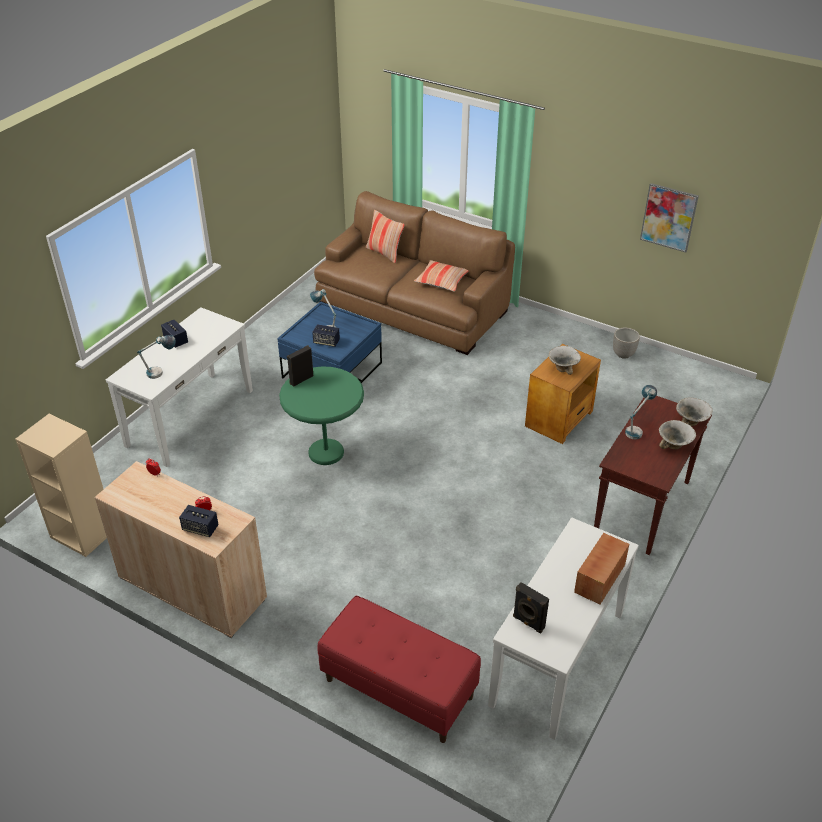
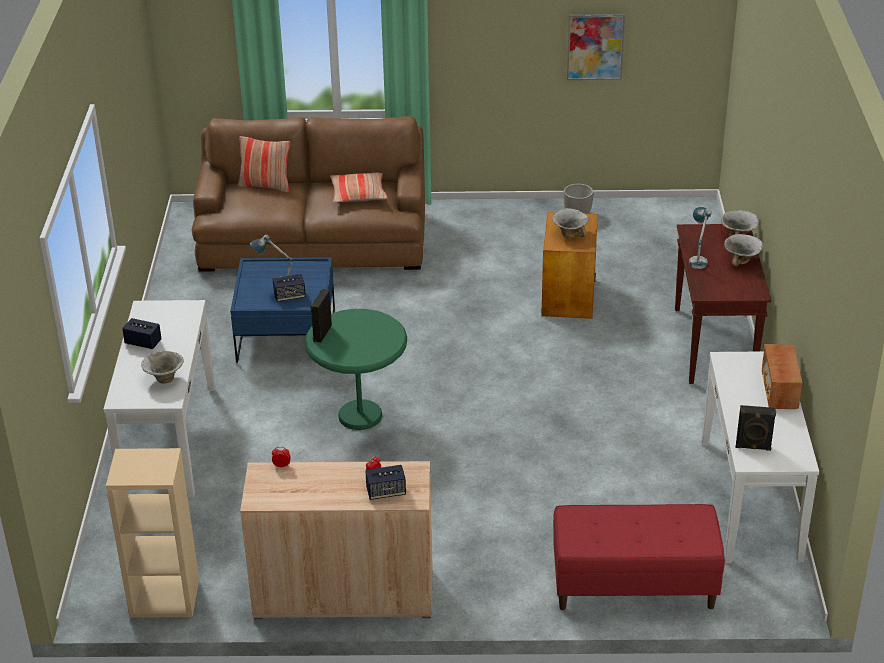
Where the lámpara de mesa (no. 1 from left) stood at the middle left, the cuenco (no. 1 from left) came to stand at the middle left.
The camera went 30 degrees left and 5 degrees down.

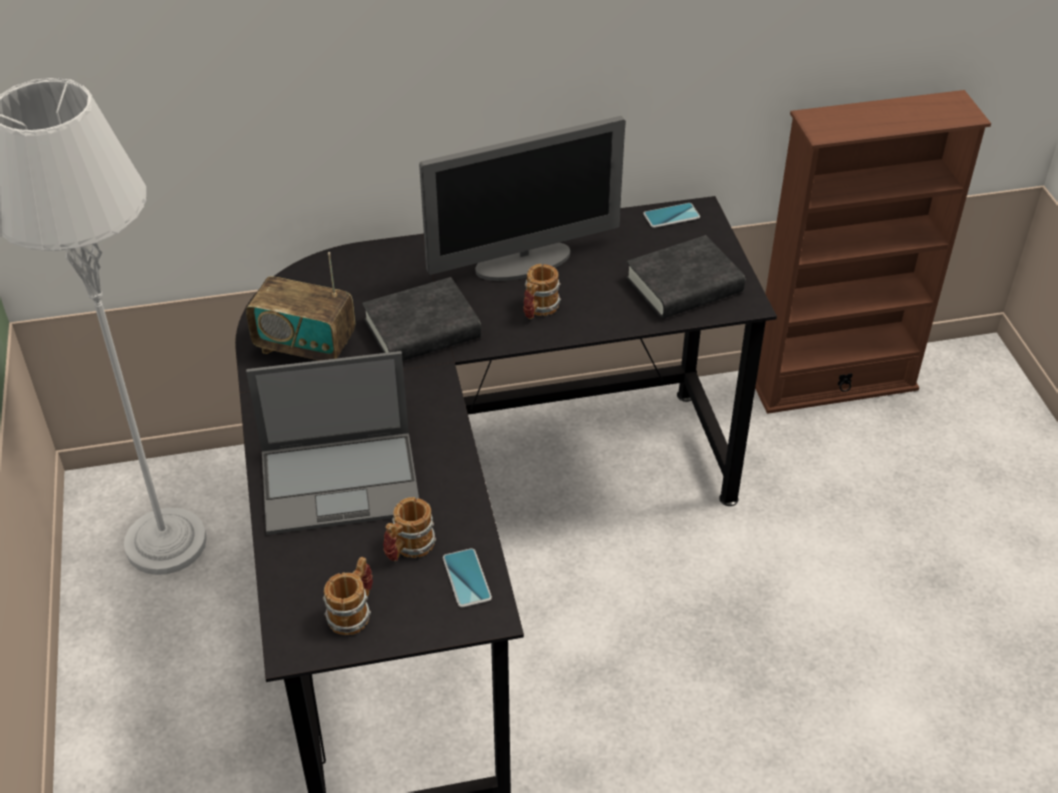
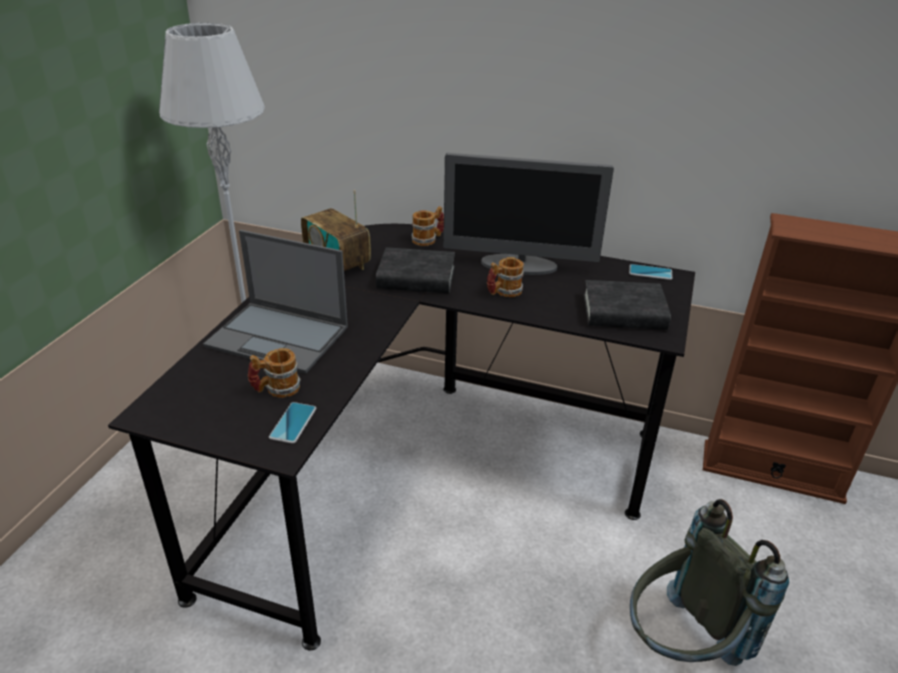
The second view gained the mochila [gris] at the bottom right.
The taza grande (no. 1 from left in the first image) ended up elsewhere, having gone from the bottom left to the centre.
The camera went 30 degrees right and 10 degrees down.

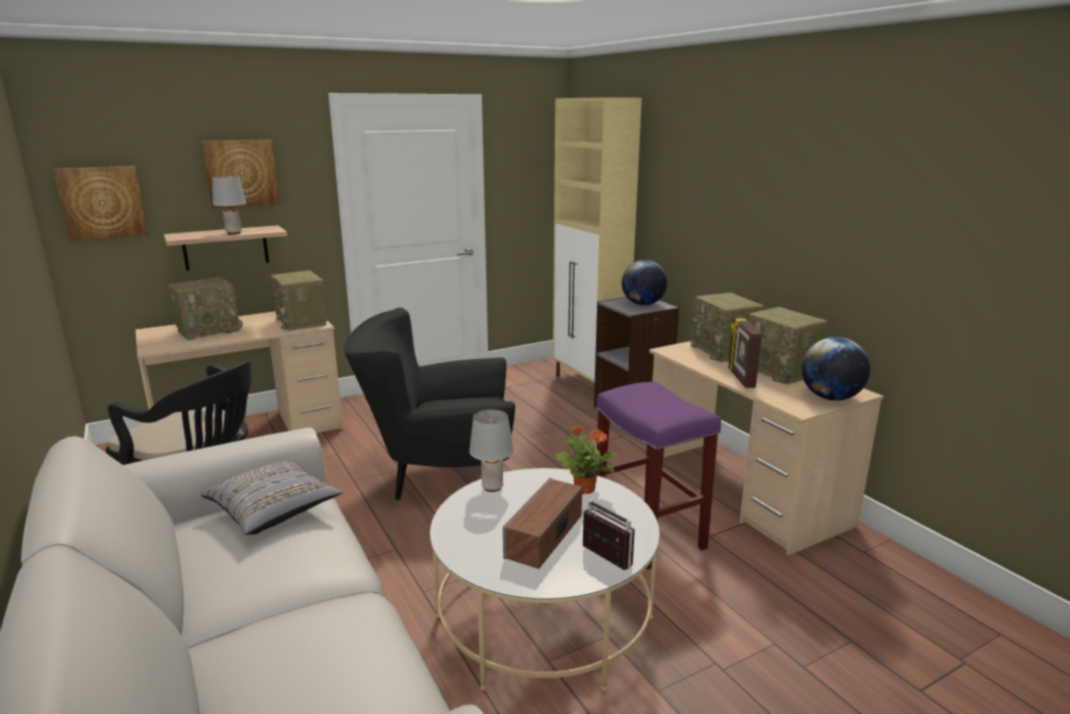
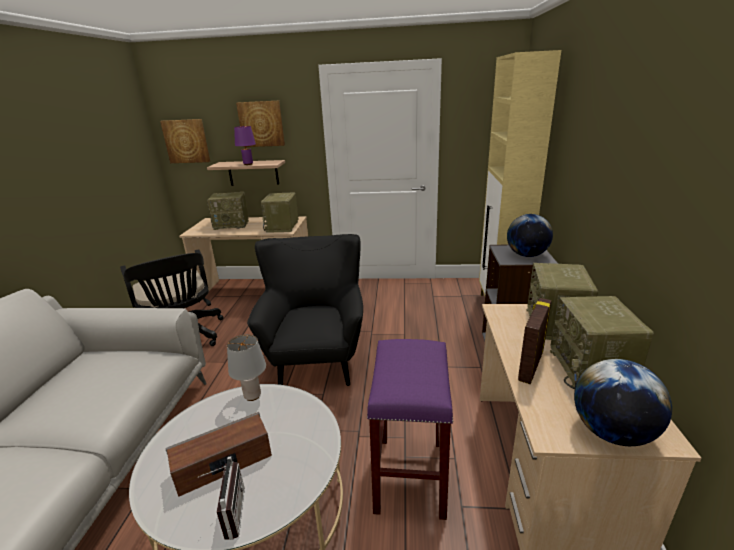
The second view lost the cojín [gris] at the bottom left.
The second view lost the planta en maceta at the centre.
What was the lámpara de mesa [gris] (no. 1 from left) at the top left turned into the lámpara de mesa [morado] at the top centre.
The sillón [negro] at the centre ended up facing another way, 60 degrees clockwise from before.
The camera went 35 degrees right and 5 degrees up.

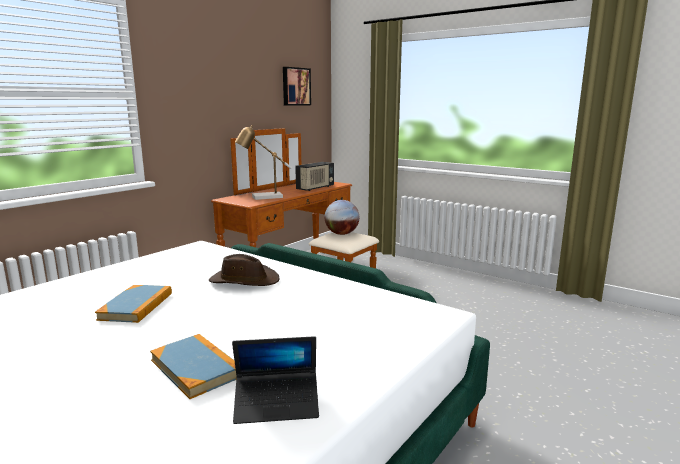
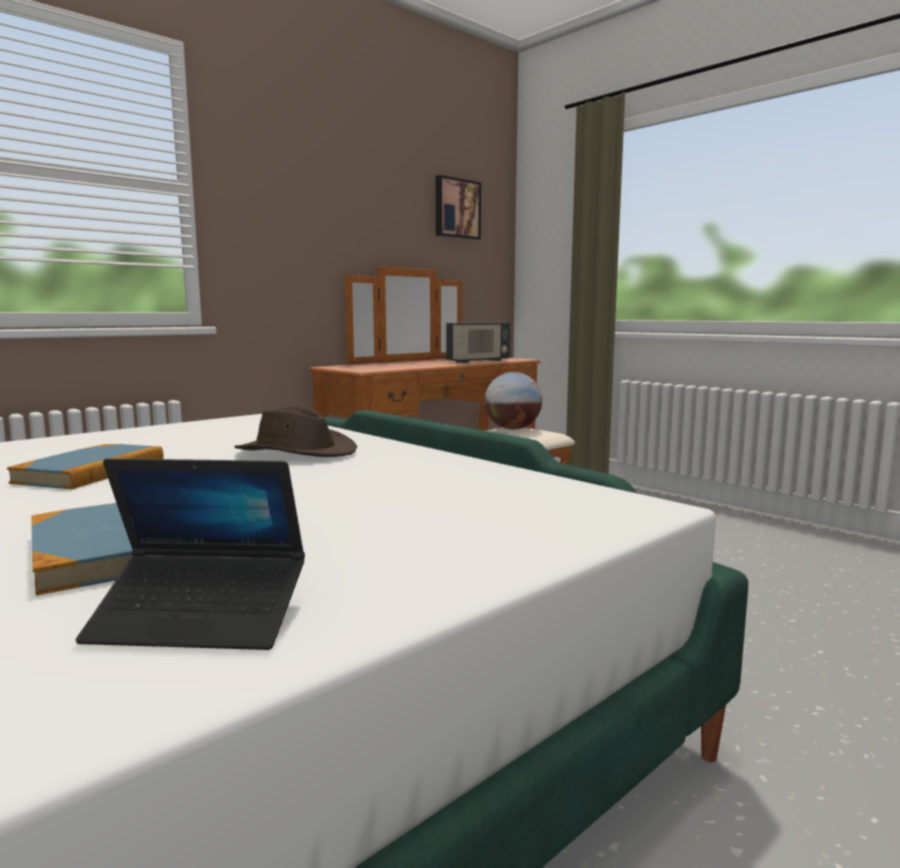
The second view lost the lámpara de mesa at the centre.
The camera went 10 degrees right and 5 degrees down.

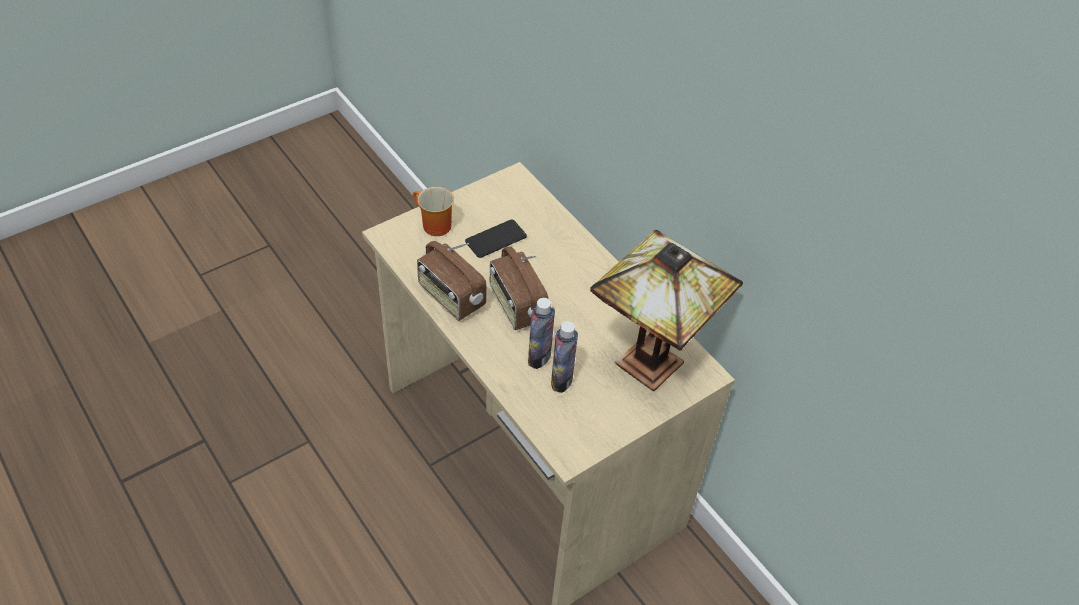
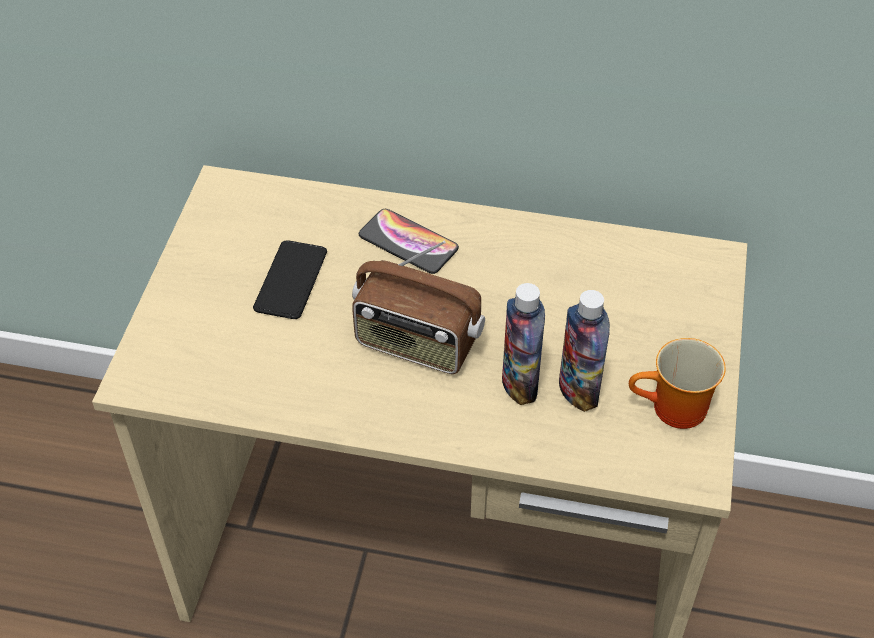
The second view lost the radio (no. 1 from left) at the centre.
The second view lost the lámpara de mesa at the centre.
The second view gained the móvil (no. 2 from left) at the centre.
The taza grande ended up elsewhere, having gone from the centre to the middle right.
The camera went 40 degrees left and 0 degrees up.

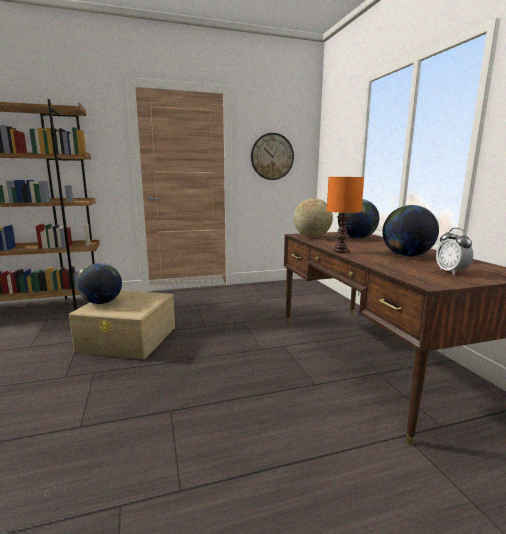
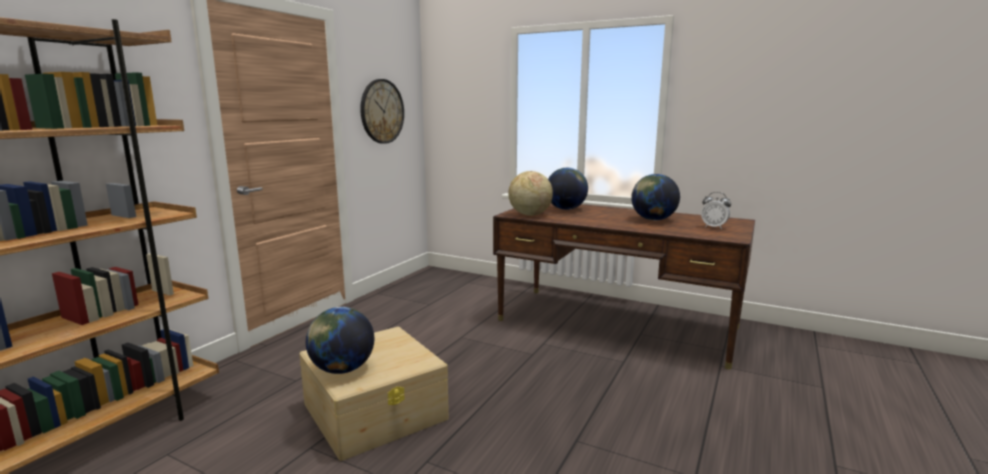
The second view lost the lámpara de mesa [naranja] at the middle right.
The camera went 45 degrees left and 0 degrees up.

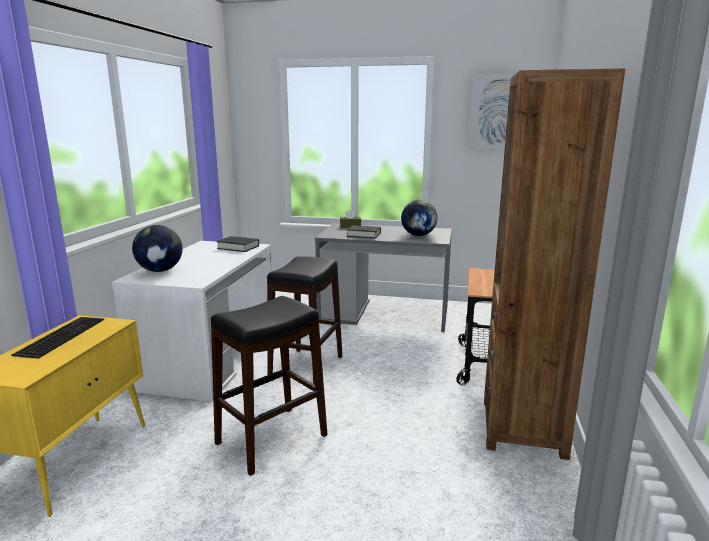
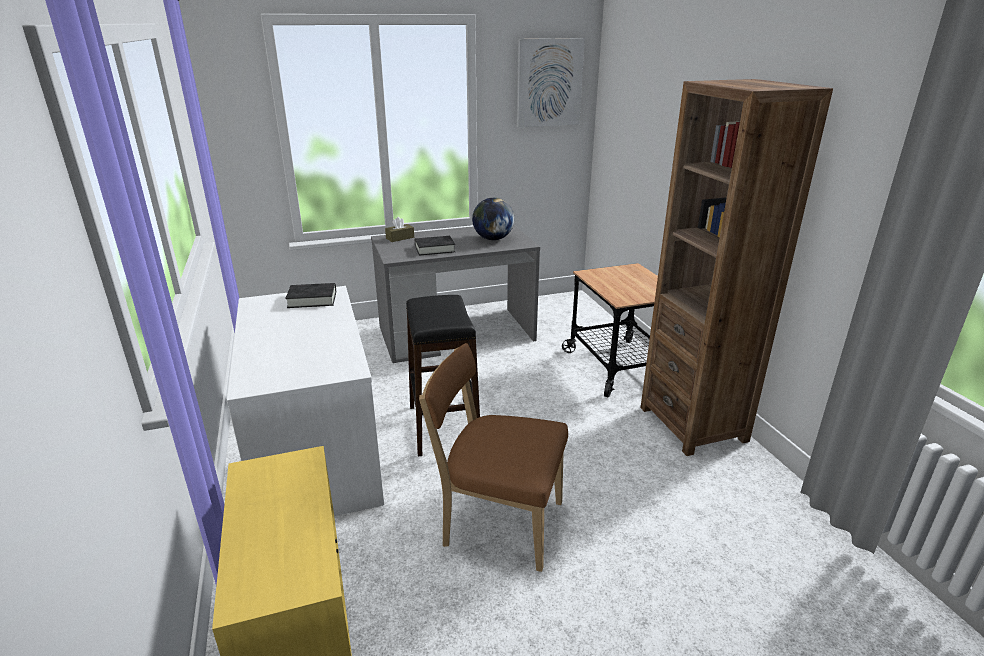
The second view lost the teclado at the middle left.
The second view lost the globo terráqueo (no. 1 from left) at the middle left.
Where the taburete [negro] (no. 1 from left) stood at the bottom centre, the silla [marrón] came to stand at the bottom centre.
The camera went 30 degrees left and 10 degrees up.

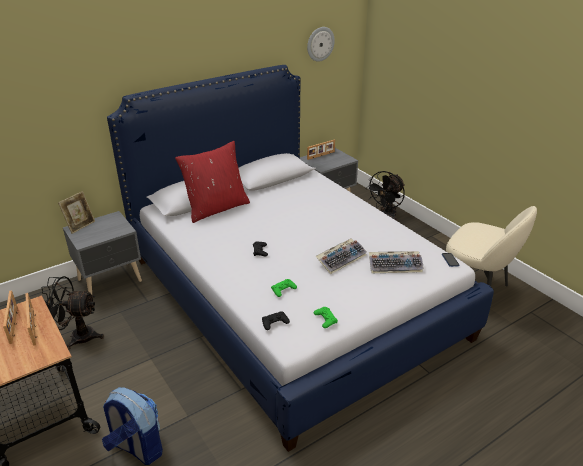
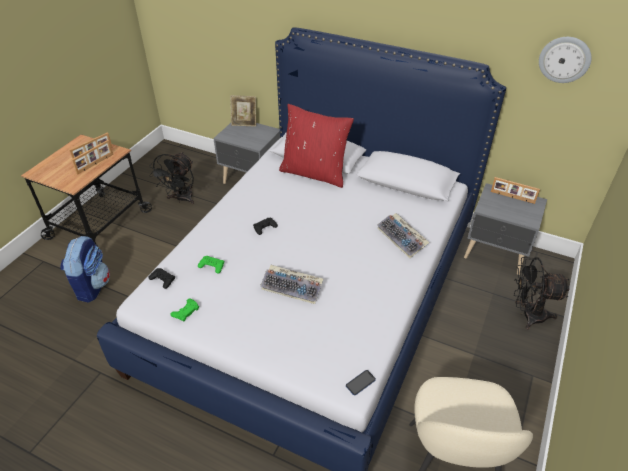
The teclado (no. 2 from left) ended up elsewhere, having gone from the middle right to the centre.
The ventilador [negro] (no. 1 from left) at the bottom left ended up facing another way, 135 degrees counterclockwise from before.
The camera went 60 degrees right and 10 degrees up.

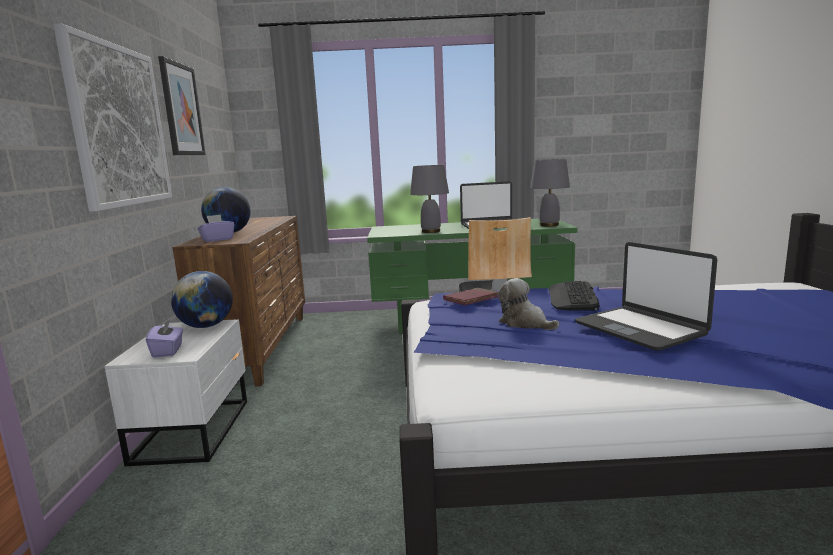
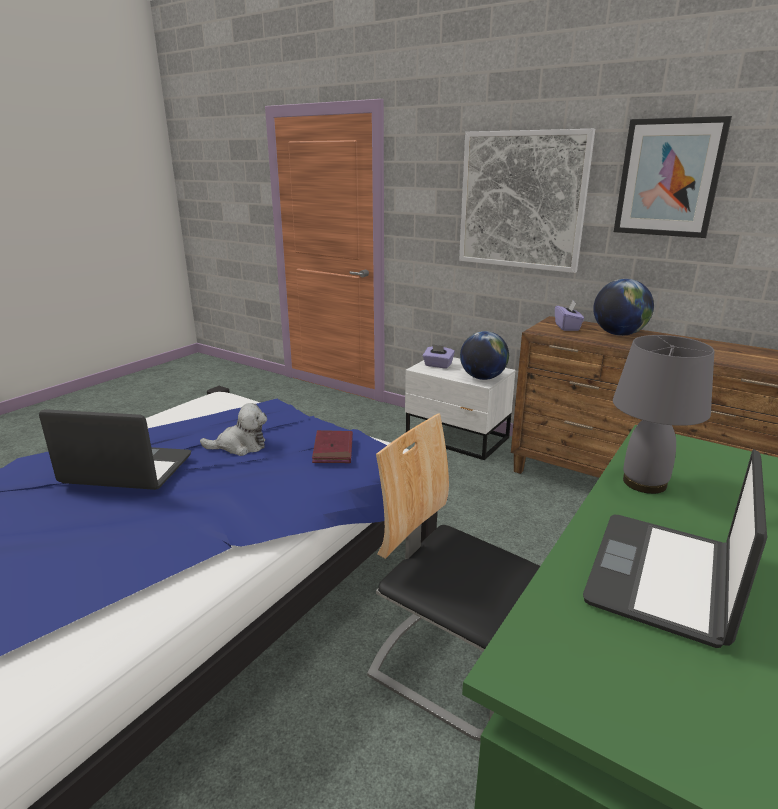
The second view lost the lámpara de mesa [gris] (no. 2 from left) at the centre.
The second view lost the teclado at the middle right.
The camera went 125 degrees right and 10 degrees up.

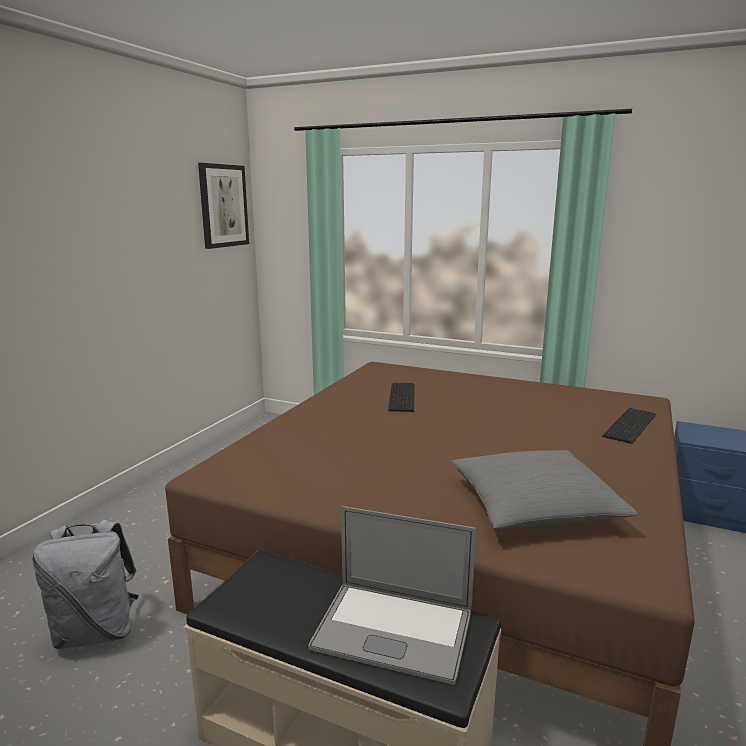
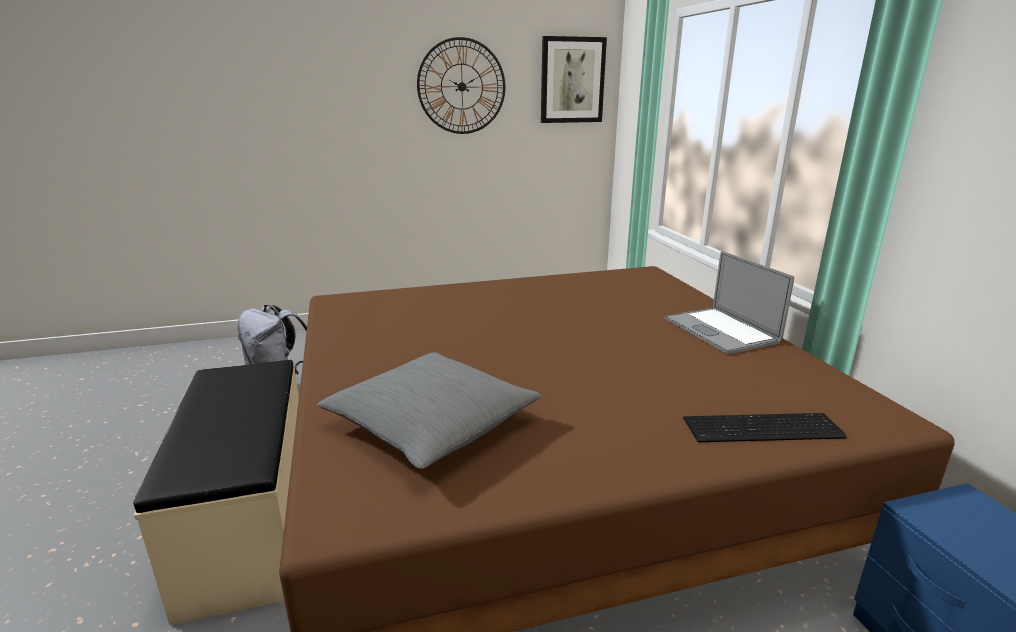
The second view lost the teclado (no. 1 from left) at the centre.
The second view gained the reloj de pared at the top centre.
The portátil ended up elsewhere, having gone from the bottom centre to the middle right.
The camera went 50 degrees right and 5 degrees up.

